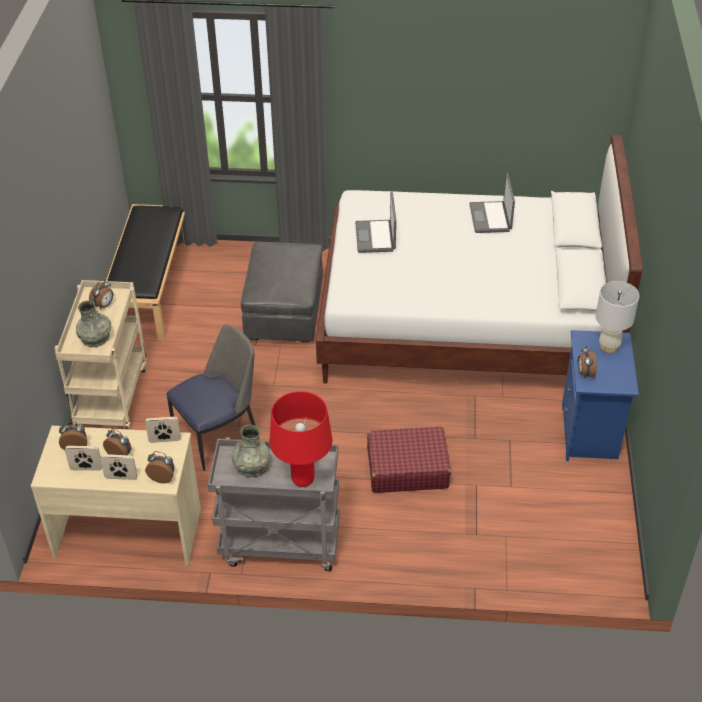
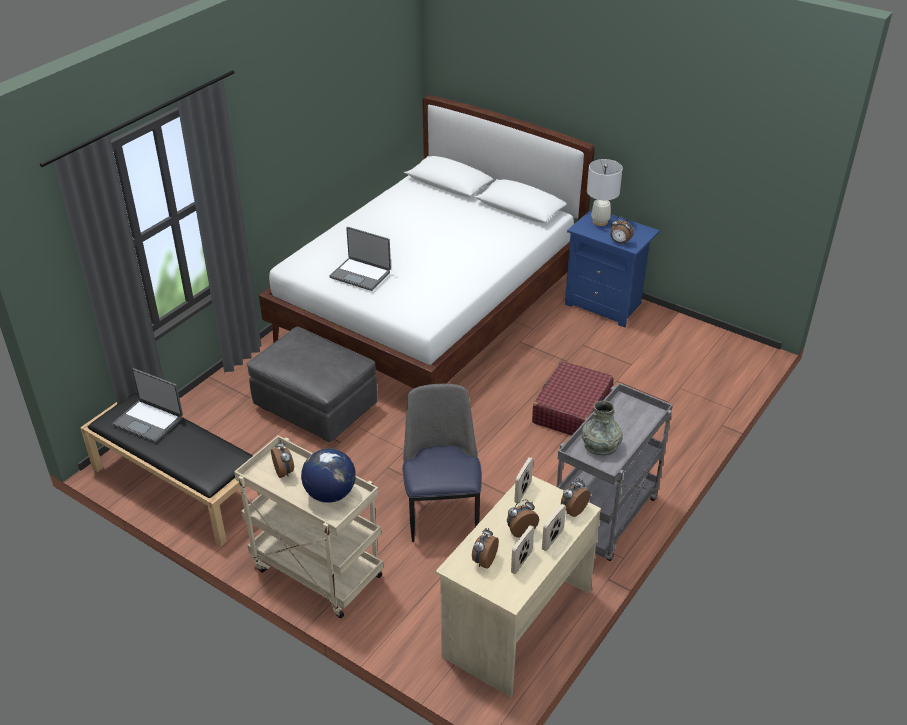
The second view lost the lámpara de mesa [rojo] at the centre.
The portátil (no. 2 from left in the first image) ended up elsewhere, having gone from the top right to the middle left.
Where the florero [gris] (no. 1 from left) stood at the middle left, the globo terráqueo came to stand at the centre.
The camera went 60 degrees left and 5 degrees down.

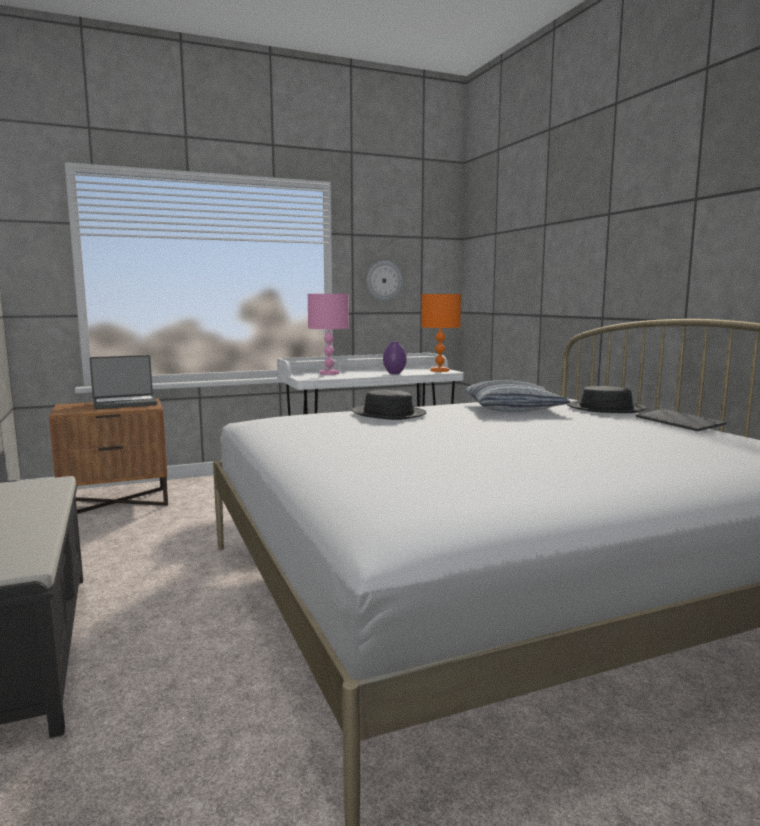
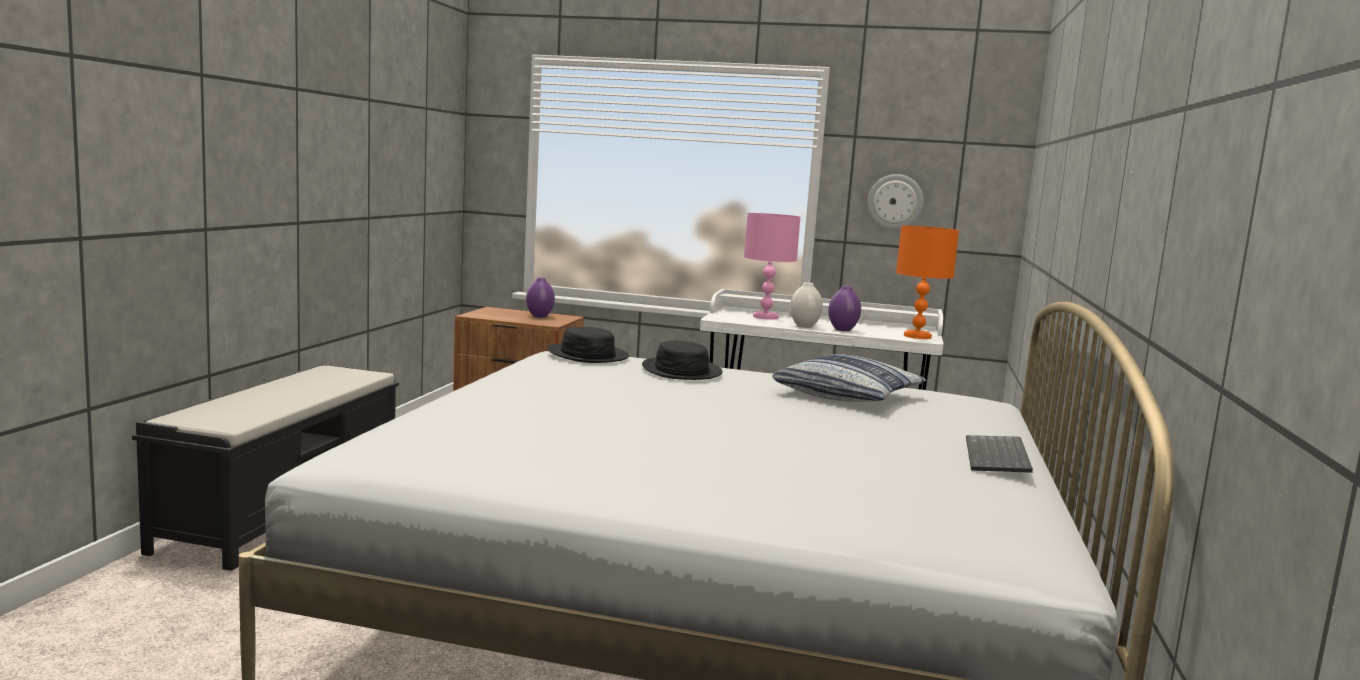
The second view gained the florero [blanco] at the centre.
The sombrero [negro] (no. 2 from left in the first image) ended up elsewhere, having gone from the middle right to the centre.
Where the portátil stood at the middle left, the florero [morado] (no. 1 from left) came to stand at the centre.
The camera went 35 degrees right and 0 degrees up.

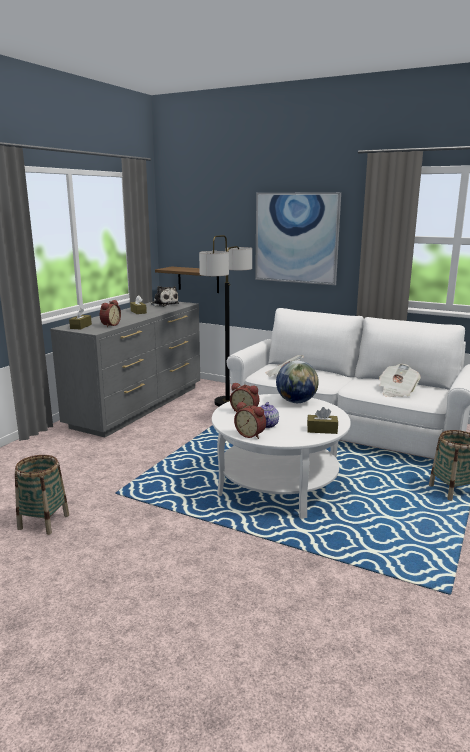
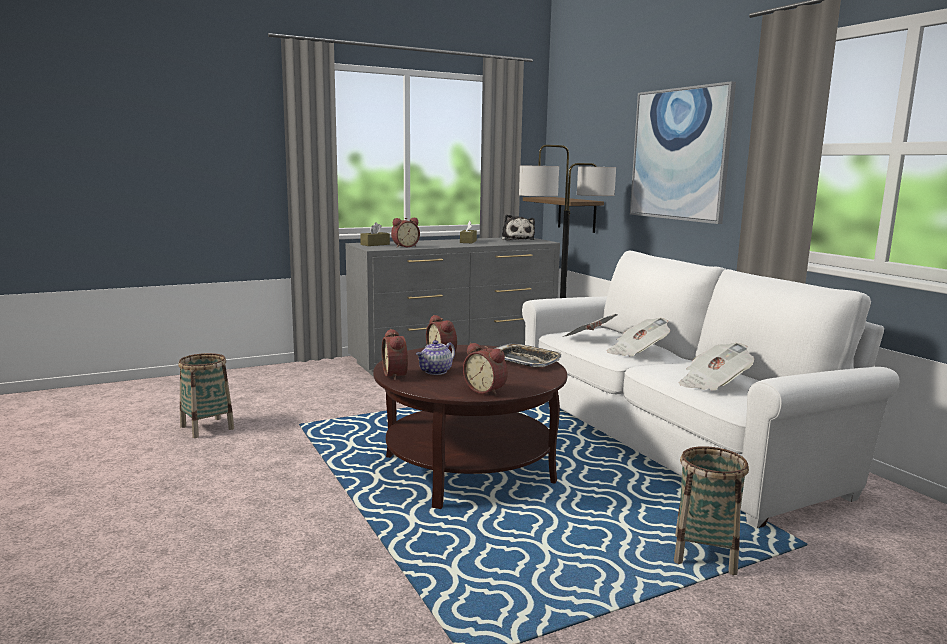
The second view gained the periódico (no. 2 from left) at the middle right.
Where the globo terráqueo stood at the centre, the bandeja came to stand at the centre.
Where the caja de pañuelos [marrón] (no. 3 from left) stood at the middle right, the despertador (no. 4 from left) came to stand at the centre.
What was the mesa de centro [blanco] at the centre turned into the mesa de centro [marrón] at the centre.
The camera went 35 degrees right and 5 degrees down.

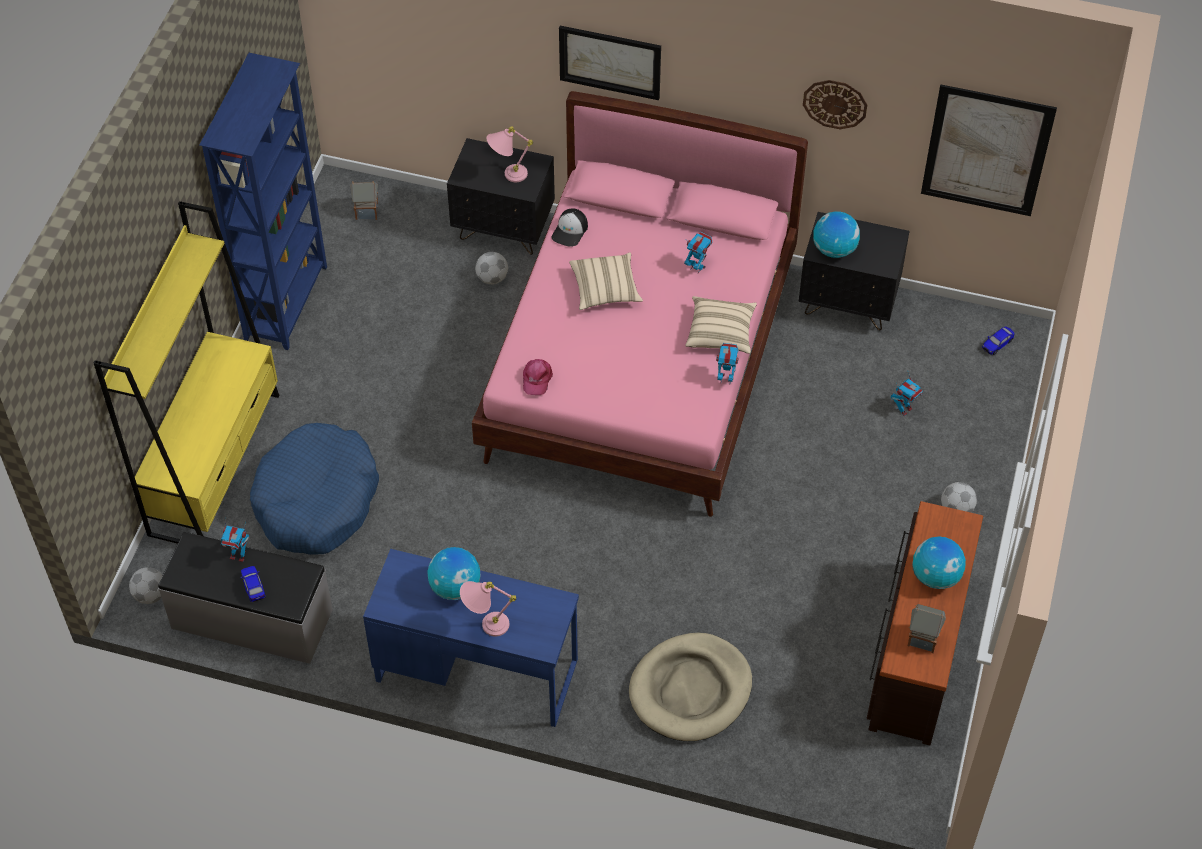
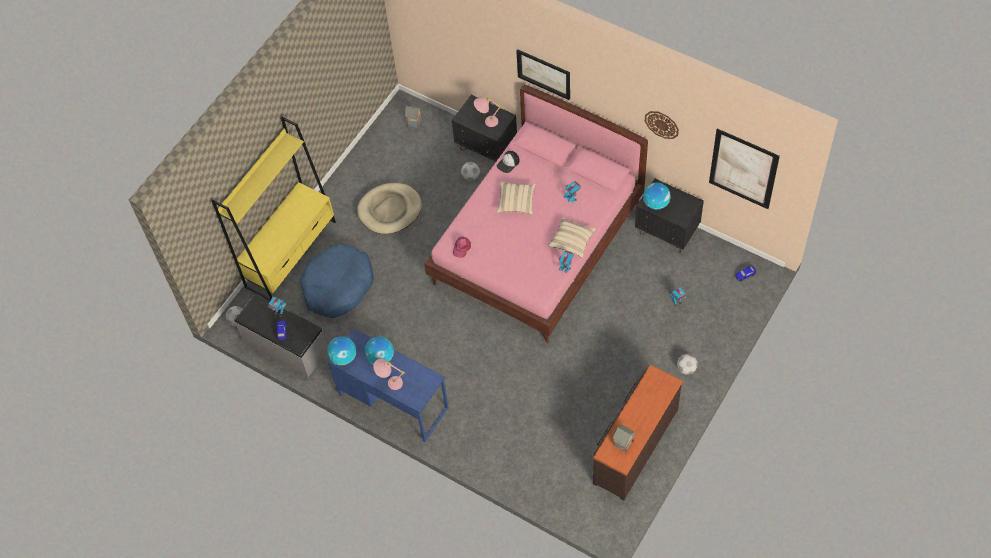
The second view lost the estantería [azul] at the top left.
The cama para perro [beis] ended up elsewhere, having gone from the bottom centre to the centre.
The globo terráqueo (no. 3 from left in the first image) ended up elsewhere, having gone from the middle right to the centre.
The camera went 20 degrees right and 5 degrees up.

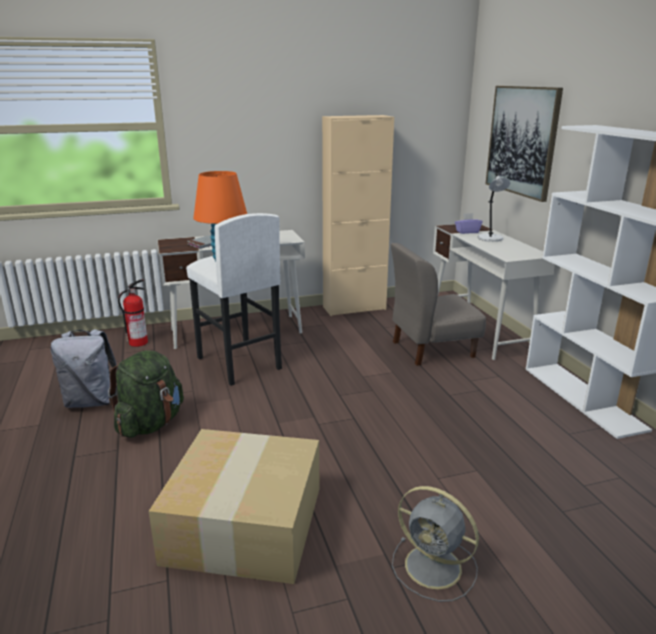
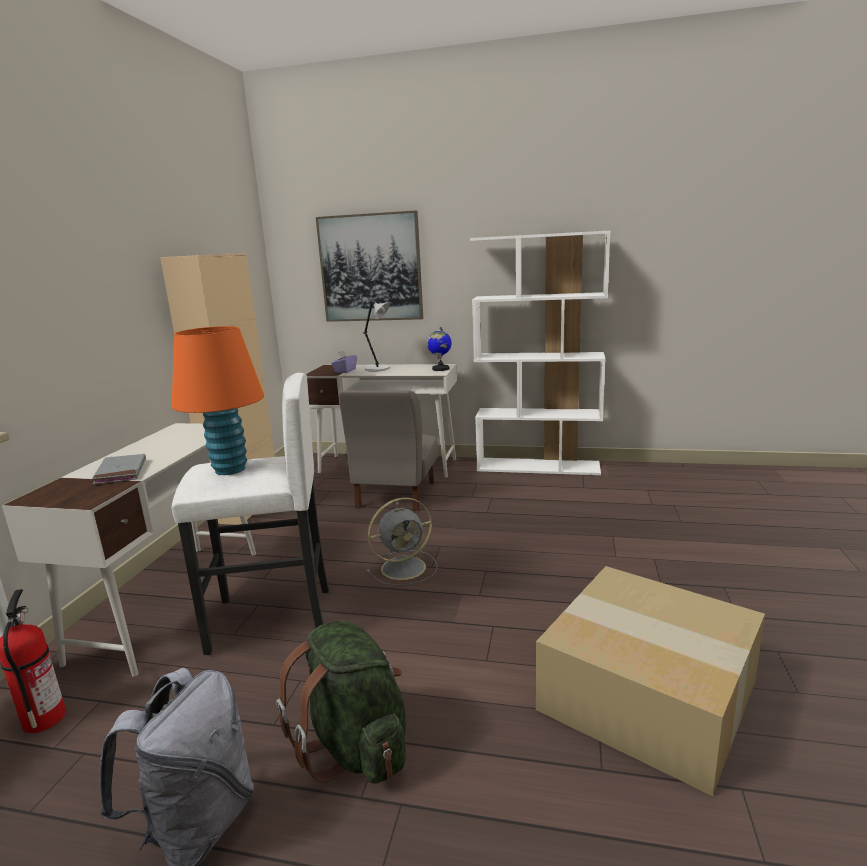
The second view gained the globo terráqueo at the centre.
The ventilador [gris] ended up elsewhere, having gone from the bottom centre to the centre.
The camera went 60 degrees left and 5 degrees down.

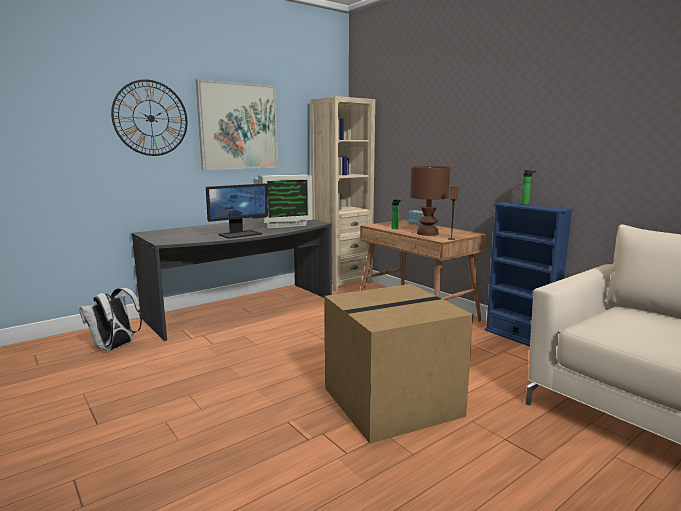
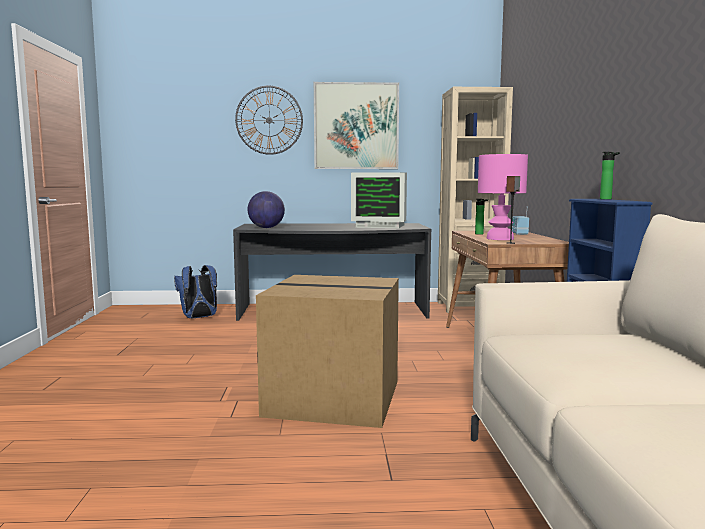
The second view lost the monitor (no. 1 from left) at the centre.
The second view gained the globo terráqueo at the centre.
What was the mochila [blanco] at the middle left turned into the mochila [azul] at the middle left.
What was the lámpara de mesa [marrón] at the centre turned into the lámpara de mesa [rosa] at the middle right.
The camera went 35 degrees right and 5 degrees down.

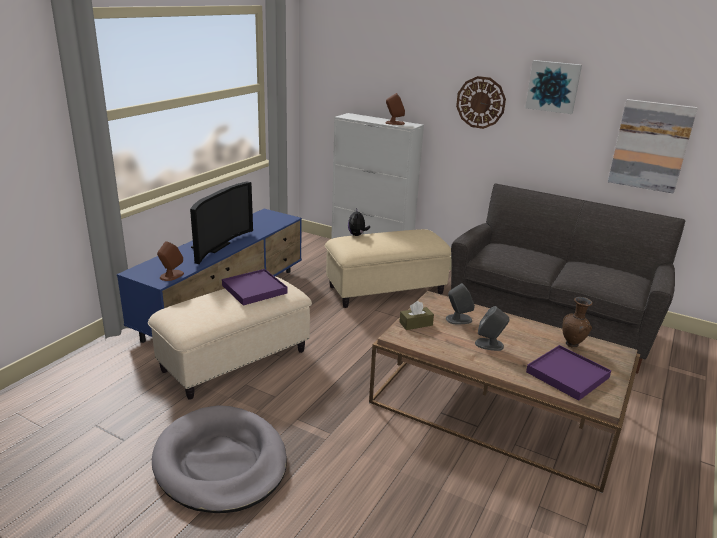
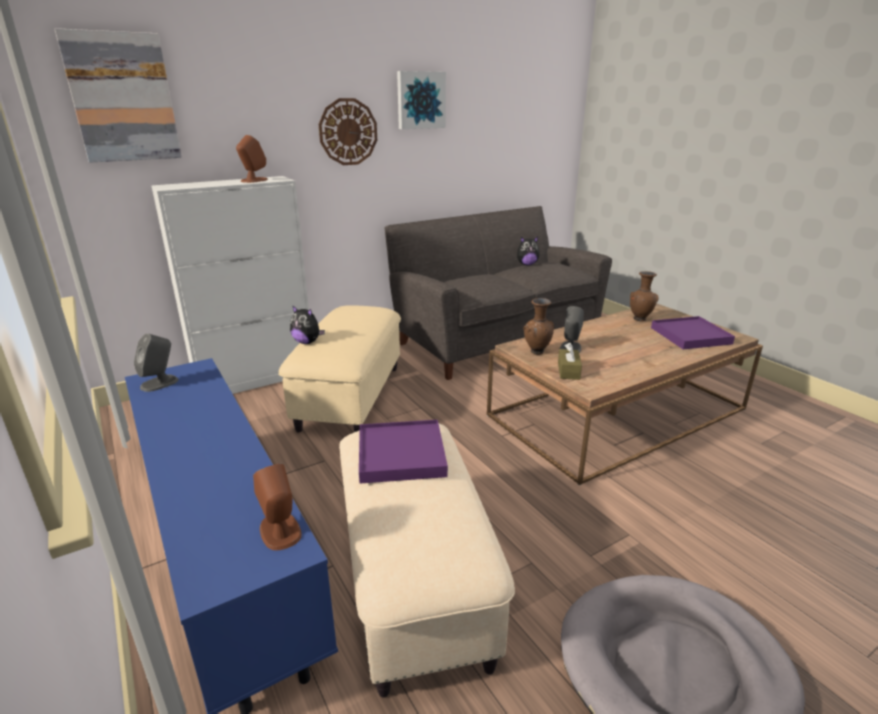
The second view lost the televisor at the middle left.
The second view gained the peluche (no. 2 from left) at the centre.
The second view gained the florero [marrón] (no. 1 from left) at the centre.
The altavoz [gris] (no. 2 from left in the first image) ended up elsewhere, having gone from the middle right to the middle left.
The cuadro (no. 2 from left in the first image) ended up elsewhere, having gone from the top right to the top left.
The camera went 60 degrees left and 0 degrees up.

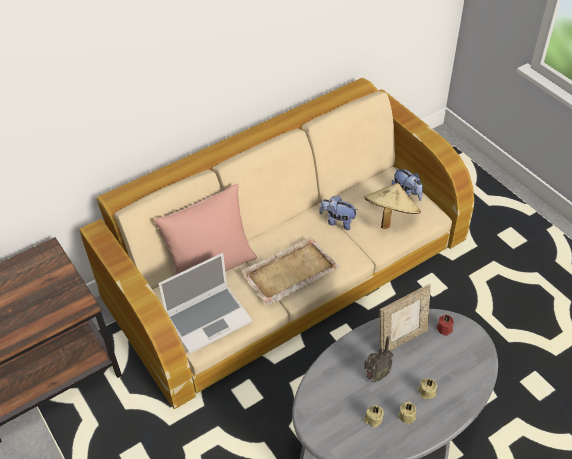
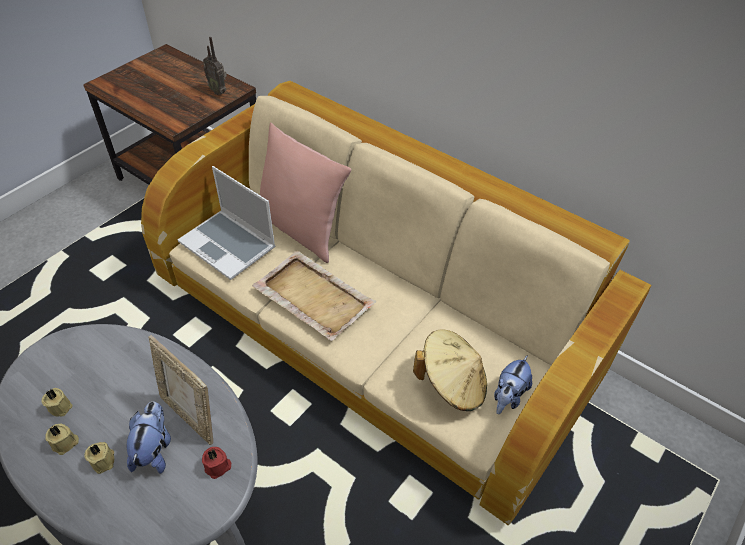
The peluche (no. 1 from left) ended up elsewhere, having gone from the centre to the bottom left.
The radio ended up elsewhere, having gone from the bottom centre to the top left.
The camera went 70 degrees right and 0 degrees up.

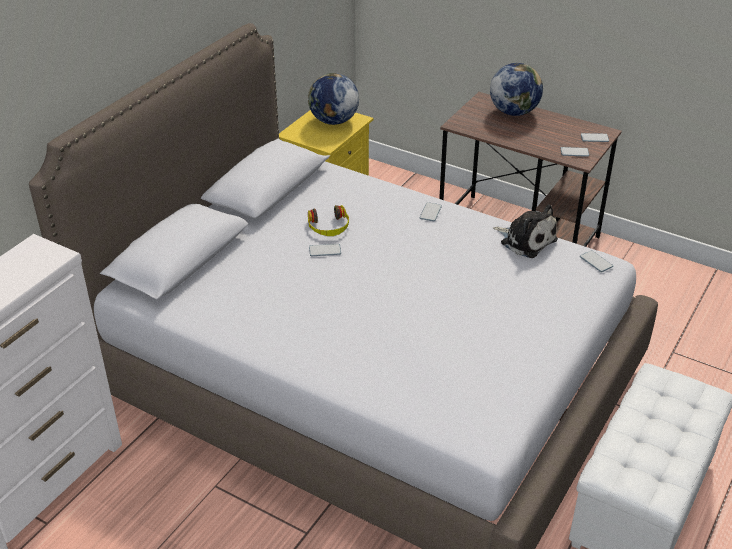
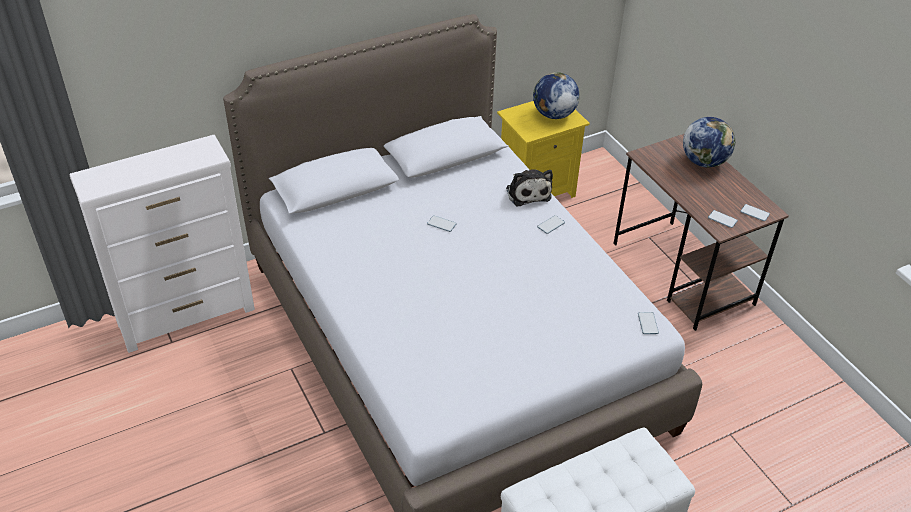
The second view lost the auriculares at the centre.
The peluche ended up elsewhere, having gone from the middle right to the centre.
The camera went 30 degrees right and 5 degrees up.

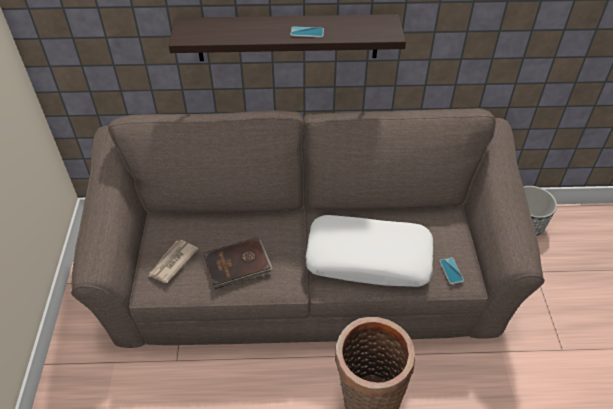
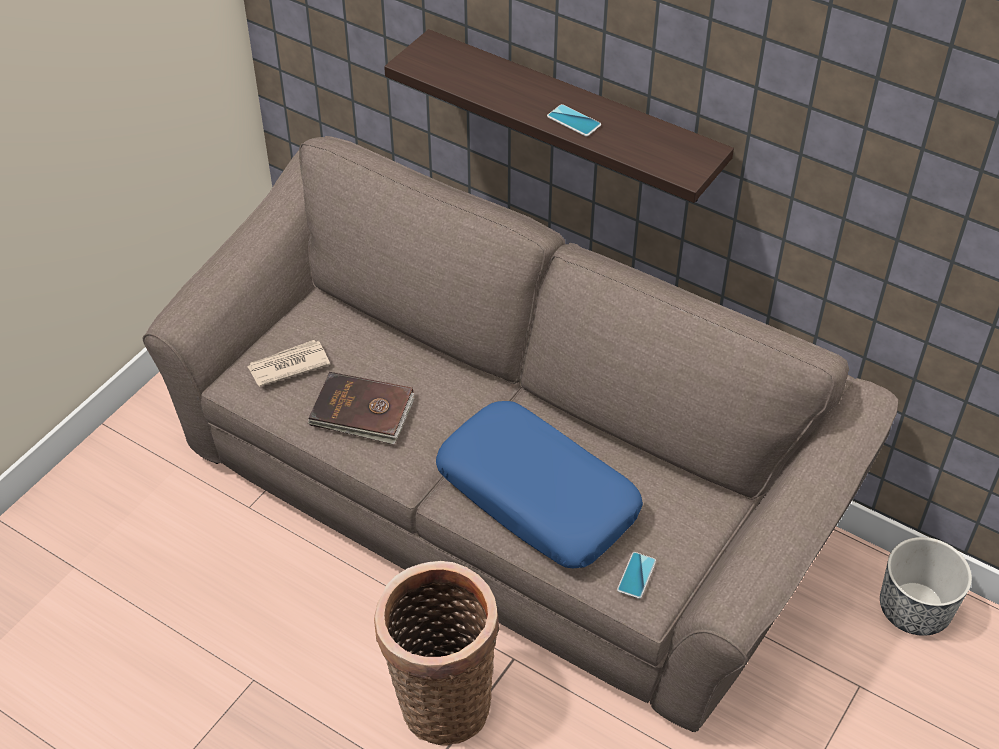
What was the cojín [blanco] at the centre turned into the cojín [azul] at the centre.
The camera went 35 degrees right and 0 degrees up.

